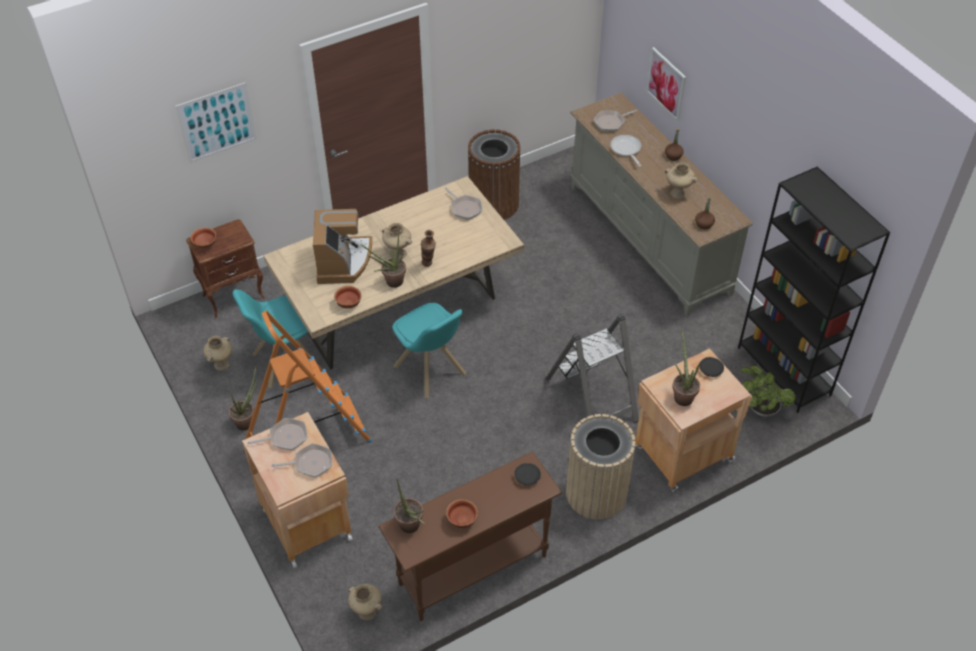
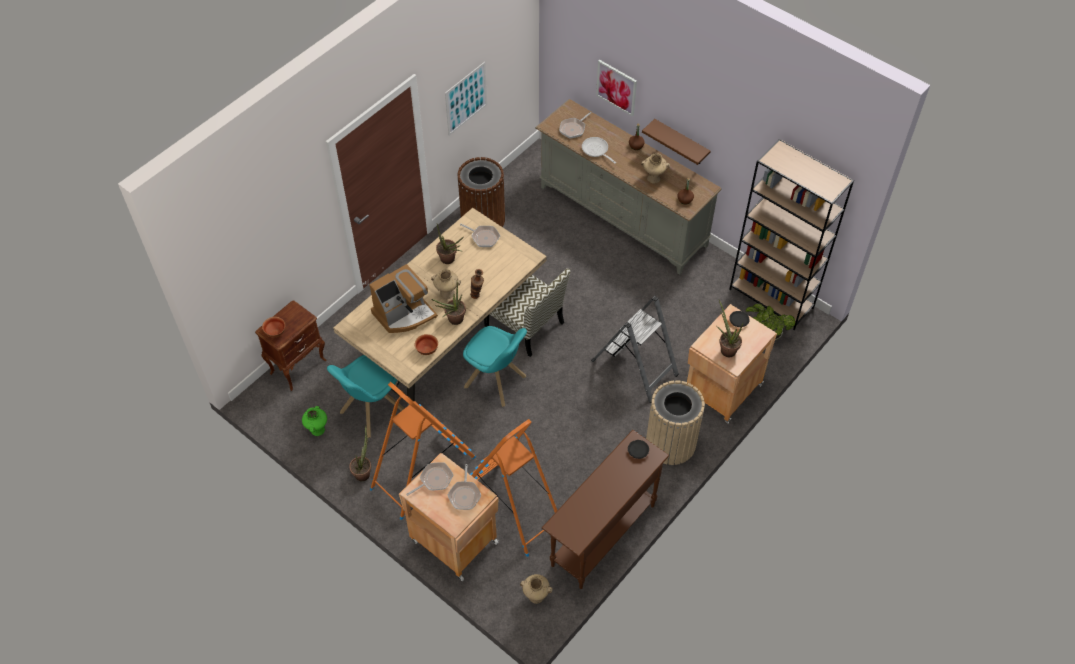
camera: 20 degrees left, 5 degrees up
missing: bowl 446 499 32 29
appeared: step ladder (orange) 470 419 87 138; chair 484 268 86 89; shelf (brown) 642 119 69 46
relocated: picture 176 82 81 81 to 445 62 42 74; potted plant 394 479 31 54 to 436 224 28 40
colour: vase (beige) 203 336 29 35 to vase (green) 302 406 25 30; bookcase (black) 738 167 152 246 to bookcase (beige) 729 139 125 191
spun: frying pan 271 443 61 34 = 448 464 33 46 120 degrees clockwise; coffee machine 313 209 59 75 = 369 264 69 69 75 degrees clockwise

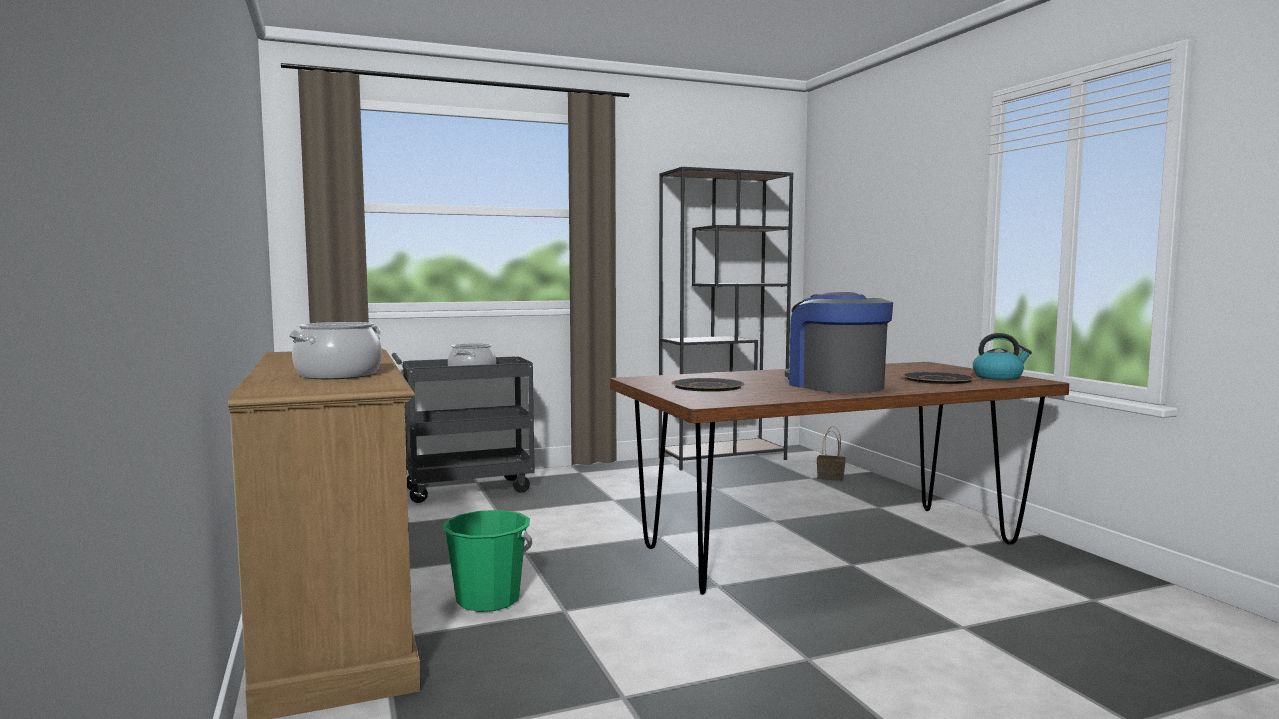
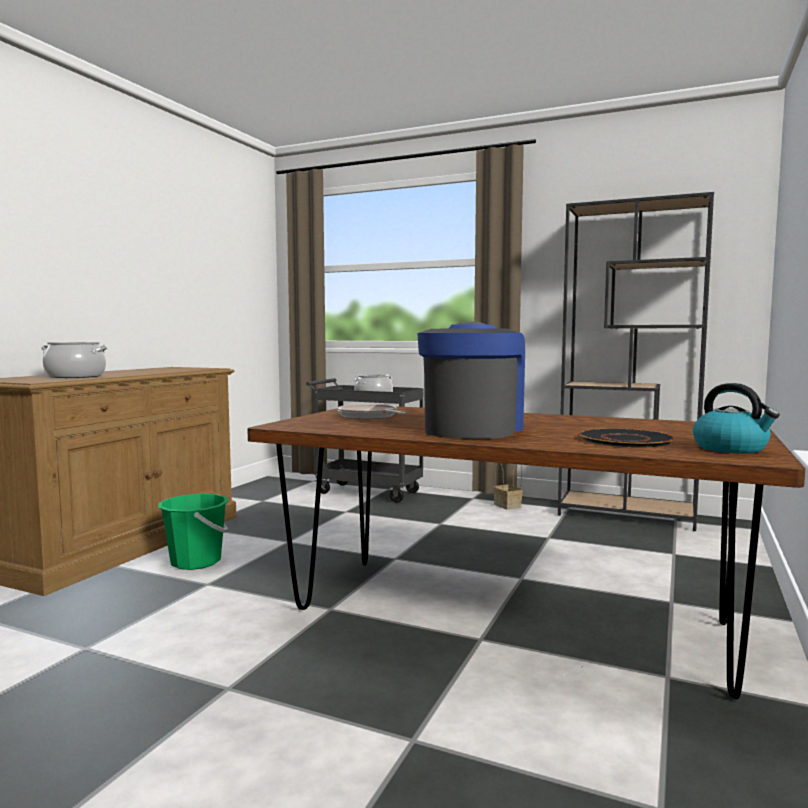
camera: 45 degrees right, 0 degrees up
relocated: basket 817 426 29 55 to 493 463 30 47
exchanged: plate (black) 672 378 72 14 to frying pan 338 404 68 15

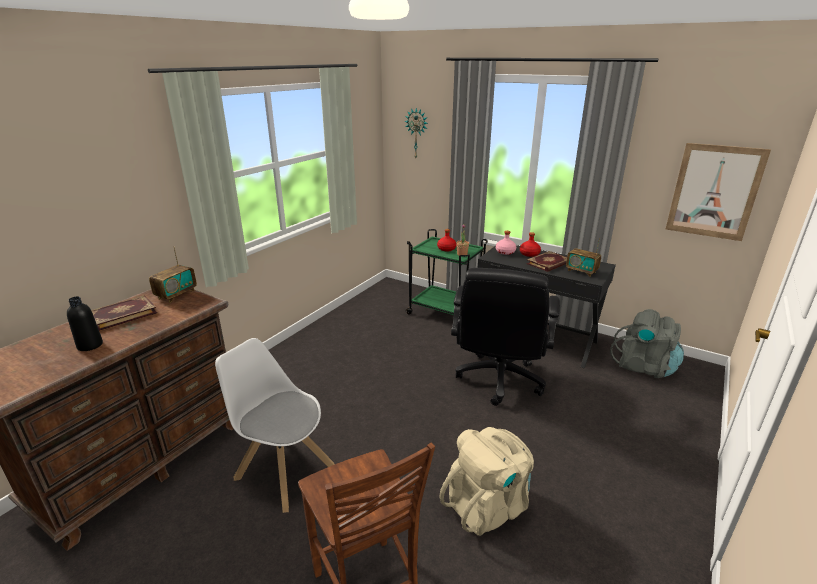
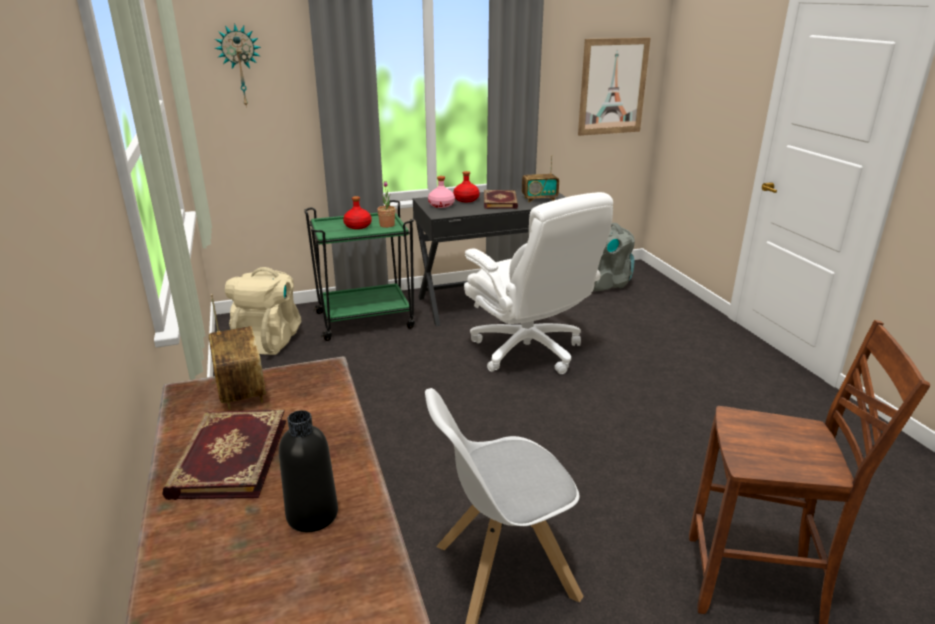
camera: 50 degrees left, 0 degrees up
relocated: backpack (beige) 439 427 95 109 to 225 267 76 88
colour: office chair (black) 451 268 109 138 to office chair (white) 464 192 149 182

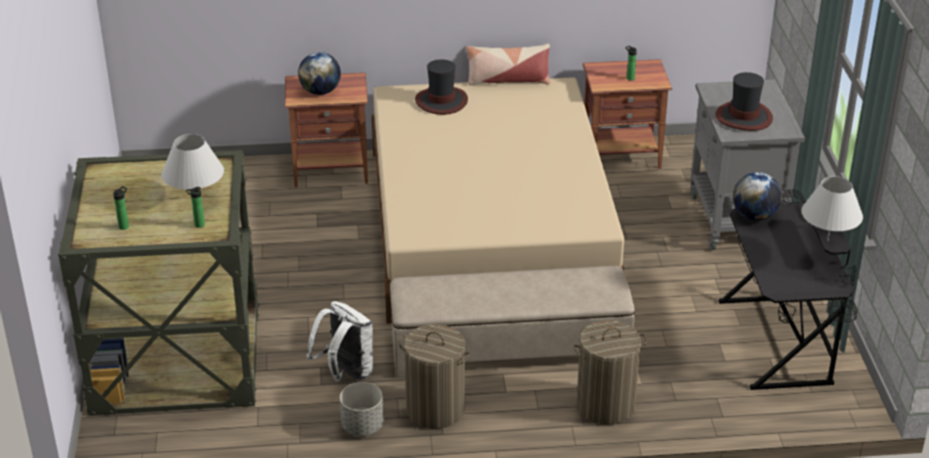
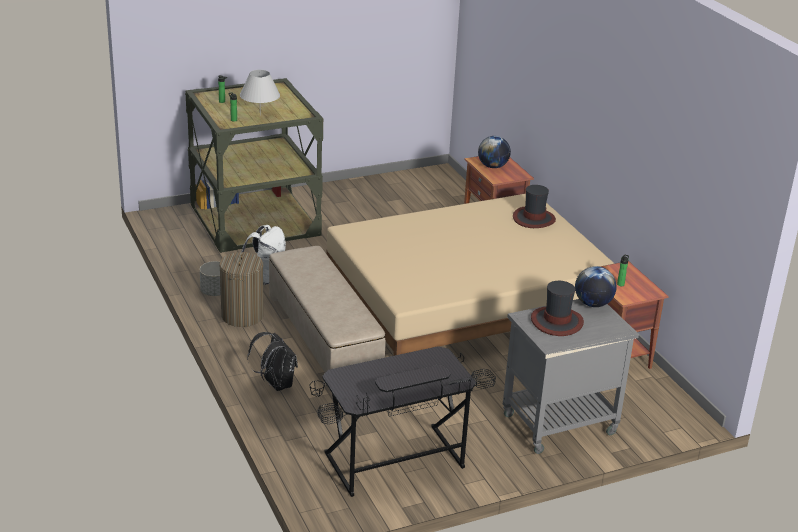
camera: 70 degrees right, 5 degrees down
missing: pillow 466 44 84 41; table lamp (white) 801 176 62 65
relocated: globe 733 172 49 49 to 575 266 42 41
exchanged: laundry basket 574 320 73 105 to backpack (black) 247 332 51 59

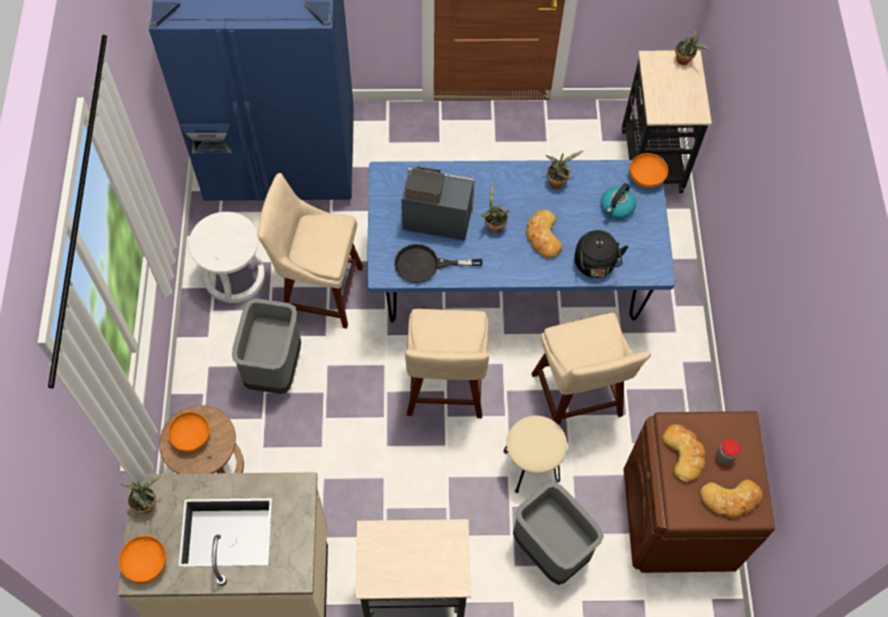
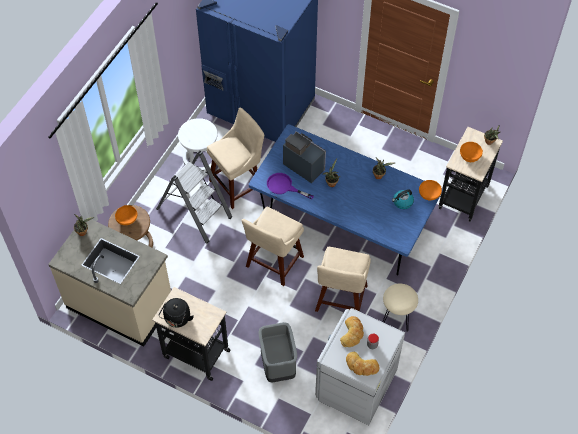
camera: 30 degrees right, 5 degrees down
missing: bread 526 210 36 48
relocated: bowl (orange) 119 535 48 49 to 460 142 23 20; stool (beige) 503 416 64 77 to 383 284 35 48; kettle (black) 574 230 54 48 to 159 298 35 30
exchanged: trash can (grey) 232 298 69 96 to step ladder (grey) 156 150 77 93
colour: frying pan (black) 394 244 89 39 to frying pan (purple) 267 173 47 26; washing machine (brown) 624 411 151 162 to washing machine (white) 315 308 90 117
spun: chair (beige) 257 173 106 156 = 207 108 57 101 105 degrees clockwise

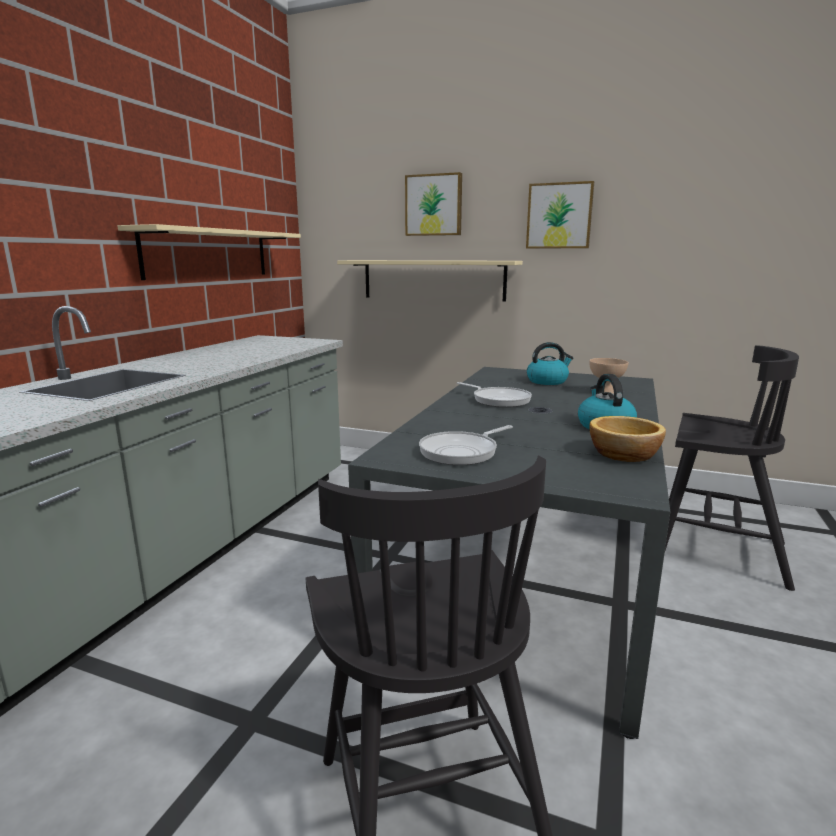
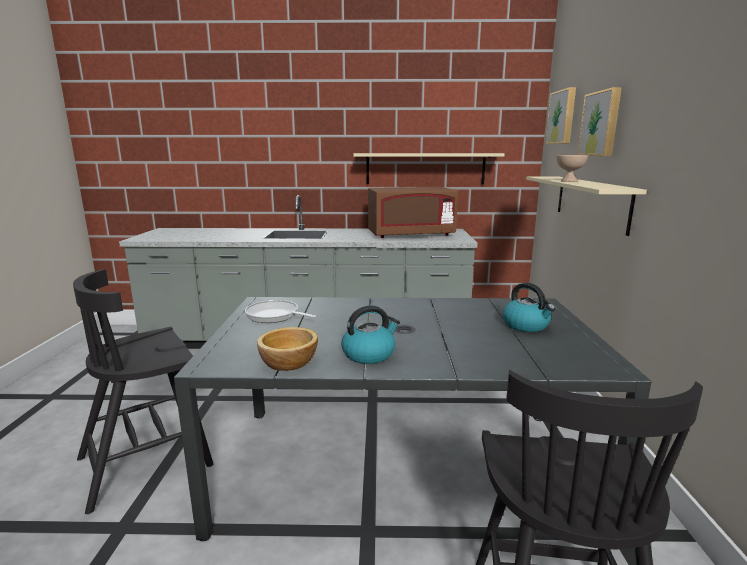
camera: 70 degrees right, 0 degrees up
missing: frying pan 457 382 75 26
appeared: microwave (brown) 368 187 90 51
relocated: picture 526 181 68 68 to 545 87 31 57; bowl (beige) 589 358 40 36 to 556 155 32 27

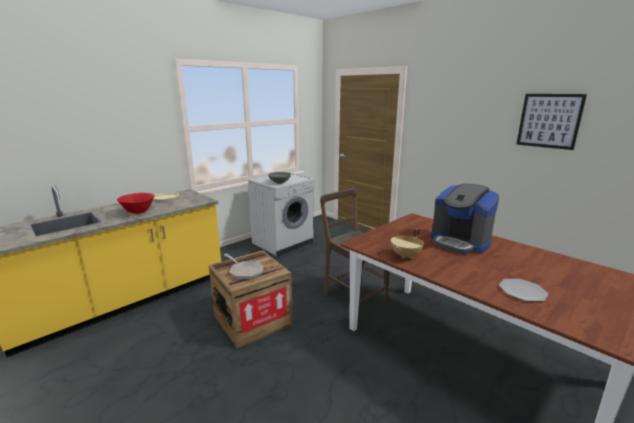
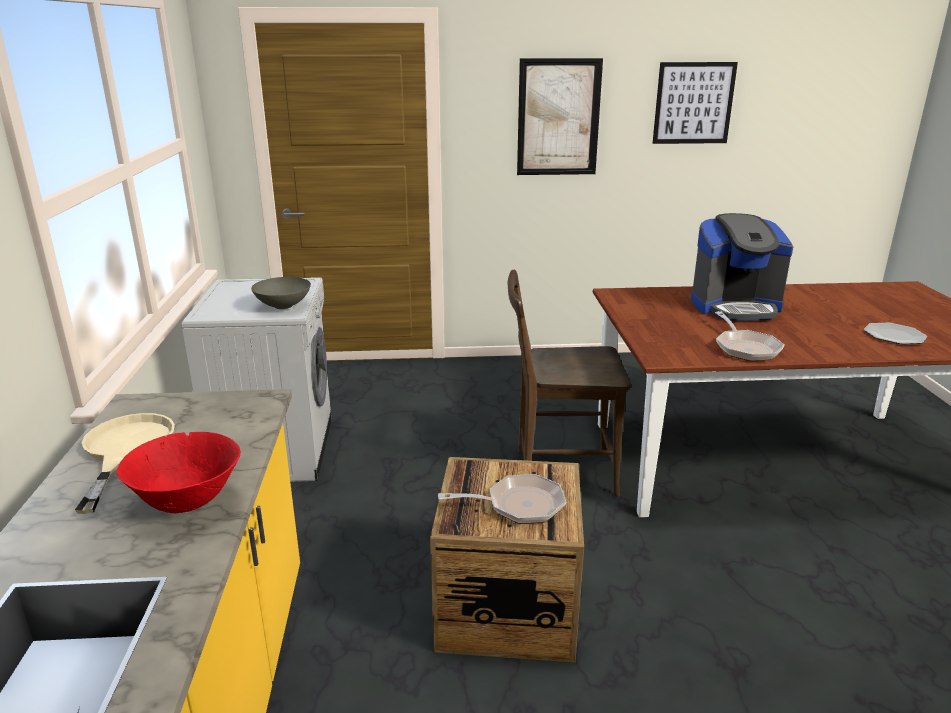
camera: 50 degrees left, 5 degrees up
appeared: picture 517 58 86 117
exchanged: cooking pot (beige) 391 227 33 32 to frying pan 715 311 70 50

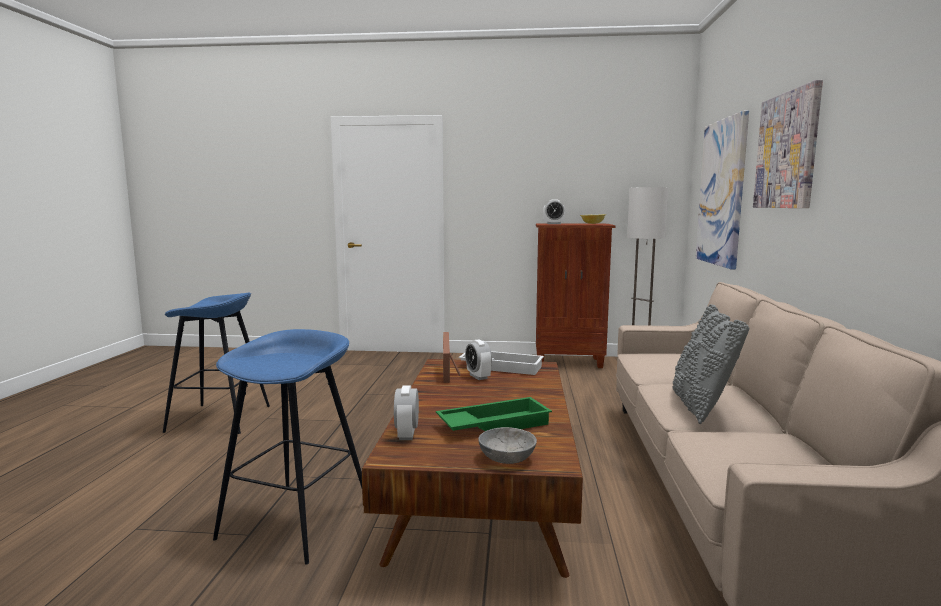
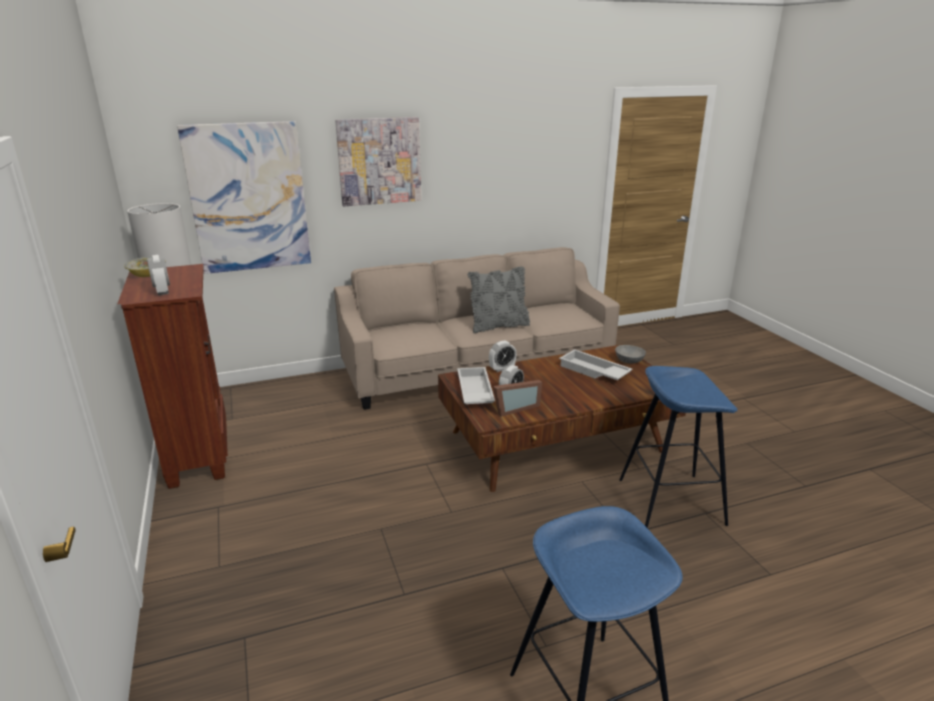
camera: 115 degrees left, 15 degrees up
relocated: alarm clock 394 385 25 55 to 489 341 28 31
colour: tray (green) 436 397 116 34 to tray (white) 559 349 74 31

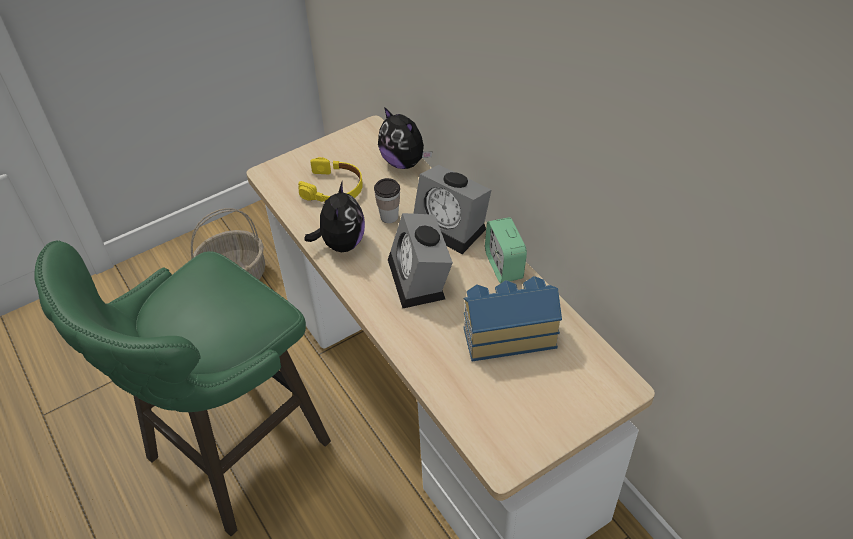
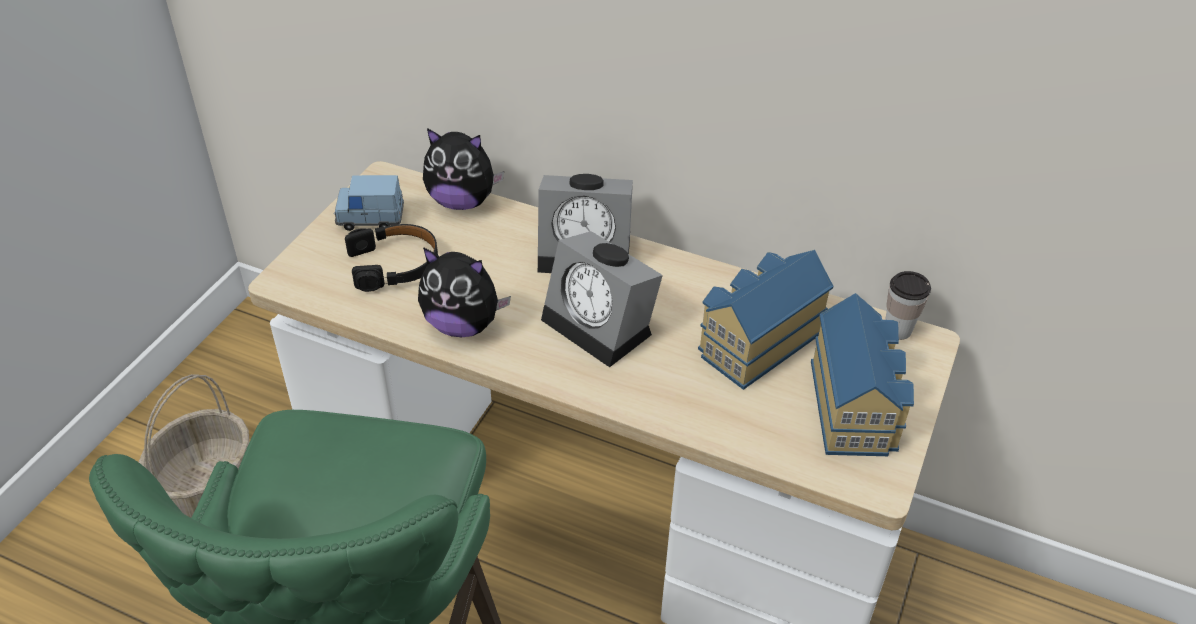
camera: 35 degrees left, 5 degrees down
missing: alarm clock 485 217 42 66
appeared: toy car (blue) 334 175 70 56; toy house 811 293 103 163
relocated: cup 374 178 26 45 to 885 271 46 69
colour: headphones (yellow) 298 157 65 45 to headphones (black) 345 224 93 68
spun: plush toy 305 180 60 72 = 418 247 93 90 135 degrees clockwise

